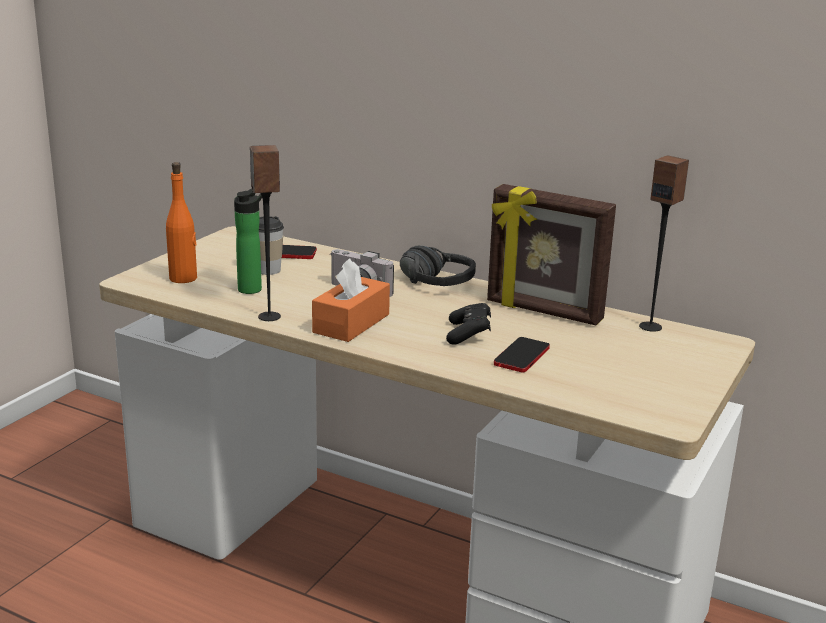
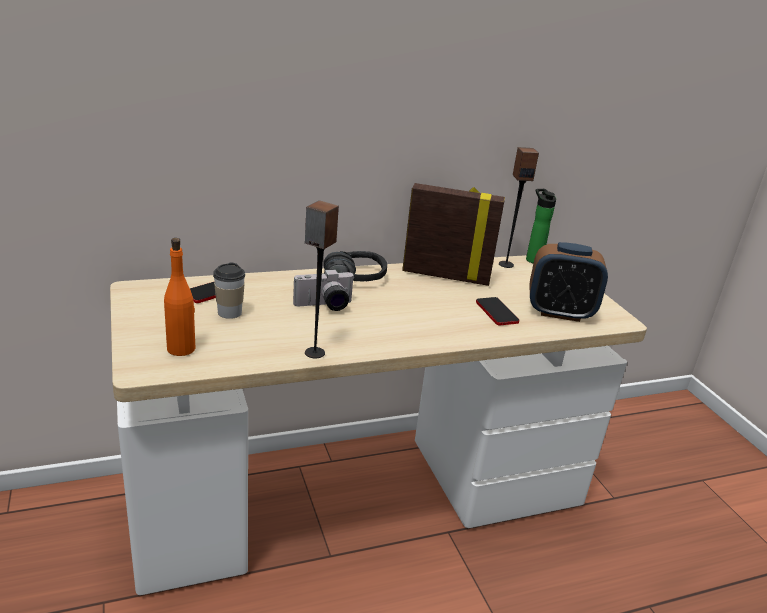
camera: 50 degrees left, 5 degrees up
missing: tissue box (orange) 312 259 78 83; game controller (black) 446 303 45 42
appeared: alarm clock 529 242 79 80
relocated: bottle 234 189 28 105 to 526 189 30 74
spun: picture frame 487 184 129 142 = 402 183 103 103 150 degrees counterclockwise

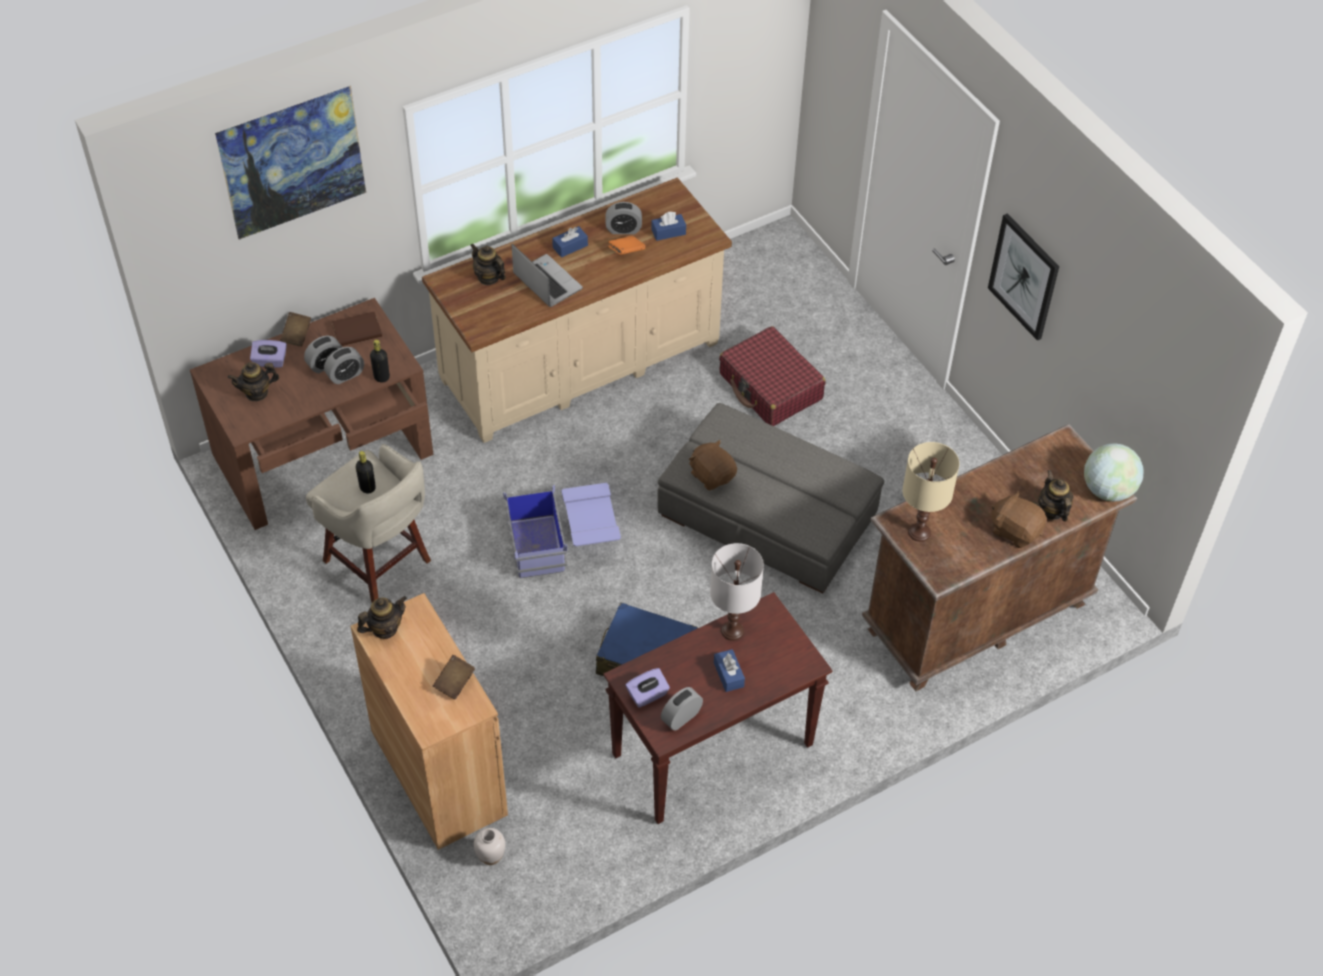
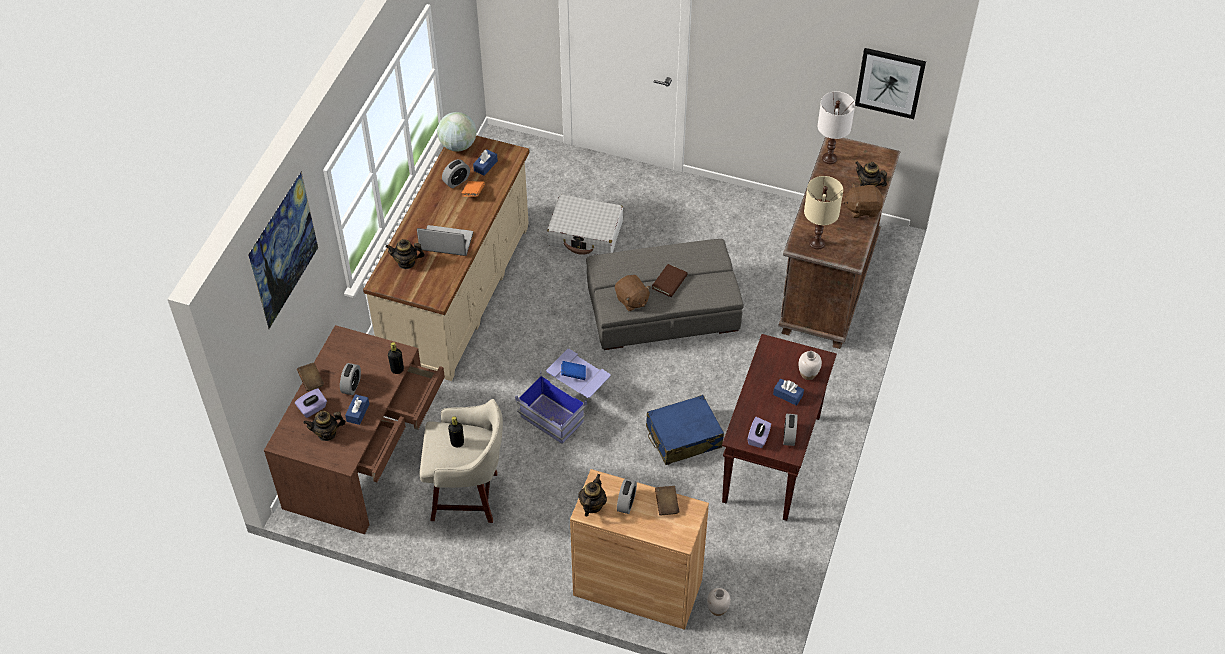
camera: 40 degrees left, 0 degrees up
appeared: book (blue) 561 361 25 19; vase (white) 798 351 24 29
relocated: alarm clock 324 347 40 37 to 617 479 20 35; book (brown) 332 312 50 34 to 652 264 36 33; tissue box (blue) 552 226 36 32 to 345 394 24 31; table lamp (white) 710 543 54 98 to 817 91 38 73; picture 988 214 71 127 to 855 48 71 71; globe 1084 443 59 59 to 437 112 40 39
colour: suitcase (red) 719 326 106 100 to suitcase (white) 547 194 76 61
spun: teapot 228 362 51 39 = 303 411 43 30 45 degrees clockwise; plush toy (brown) 689 440 48 50 = 615 275 36 36 135 degrees counterclockwise

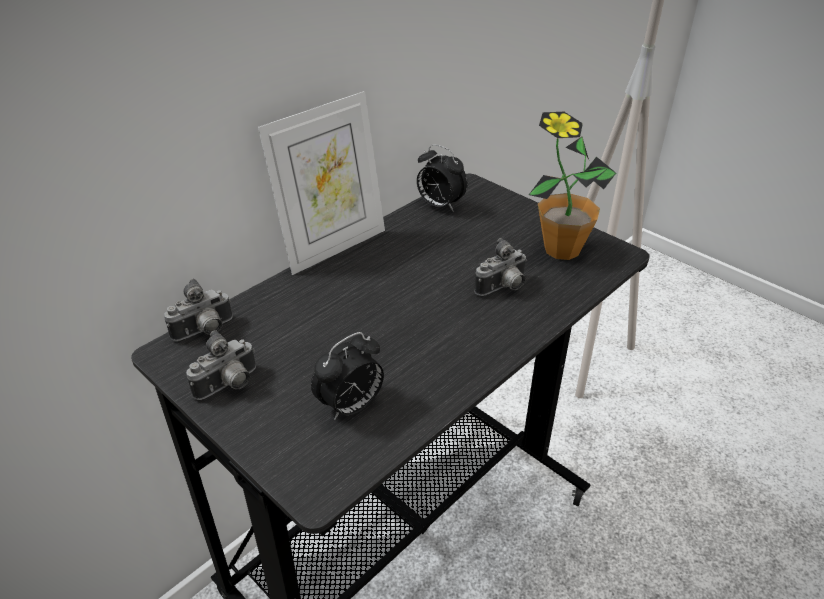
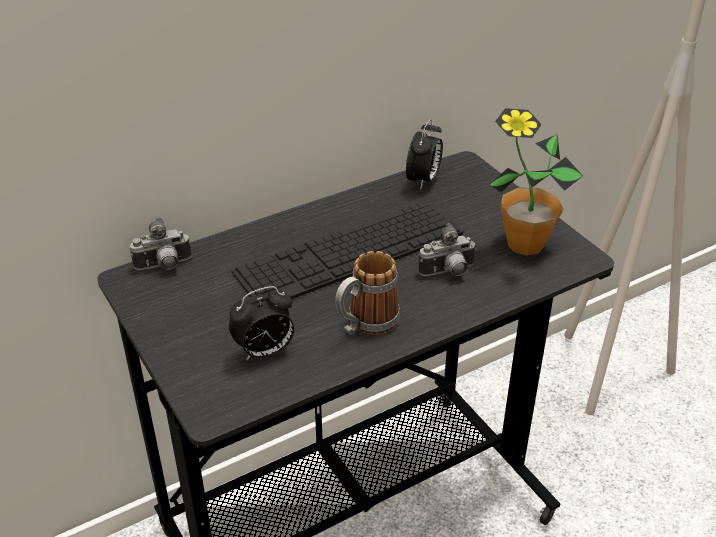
camera: 15 degrees right, 0 degrees up
missing: photo camera 186 330 70 70; picture frame 258 91 127 184
appeared: keyboard 231 200 232 99; mug 335 251 65 84
spun: alarm clock 417 144 51 67 = 406 119 37 71 120 degrees counterclockwise

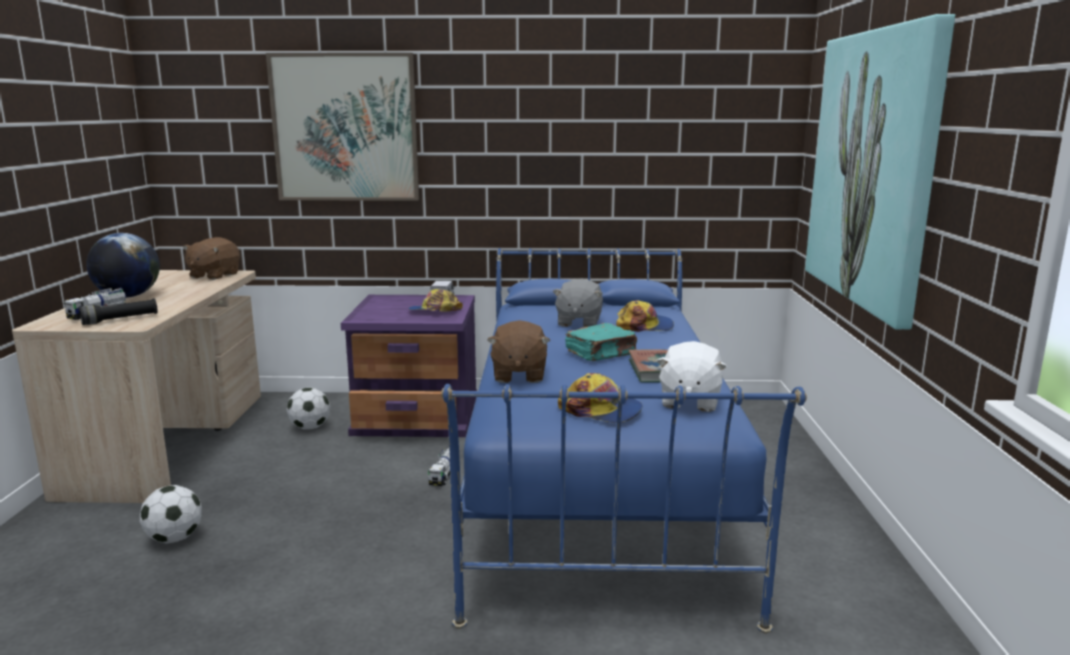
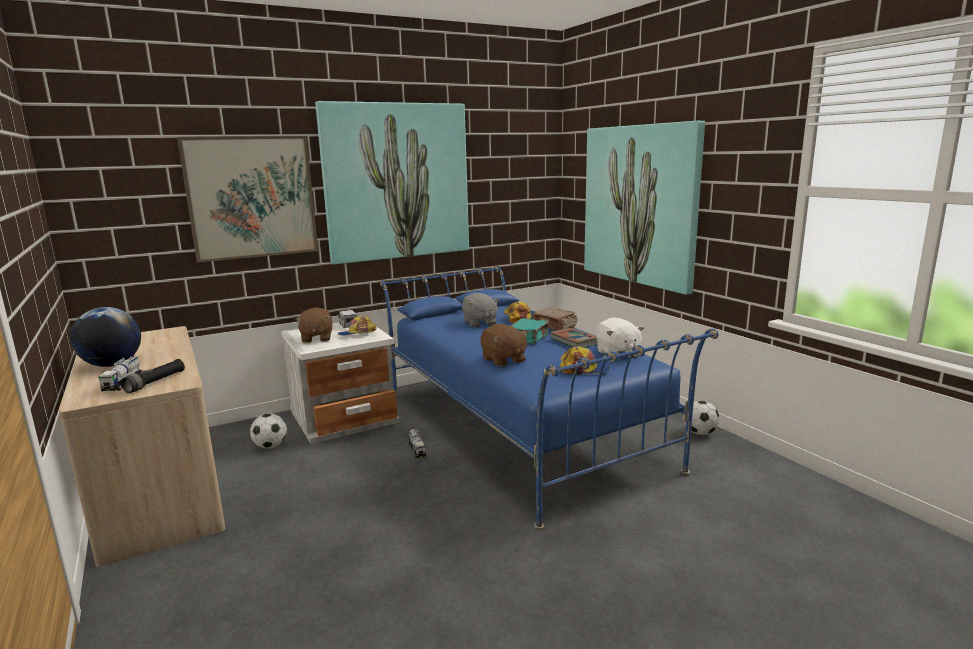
camera: 30 degrees left, 0 degrees up
appeared: picture 315 101 154 163; book (brown) 532 308 45 23
relocated: football 140 485 62 59 to 683 400 36 35; plush toy (brown) 183 237 57 43 to 295 307 37 36
colour: nightstand (purple) 341 295 136 142 to nightstand (white) 281 322 118 122

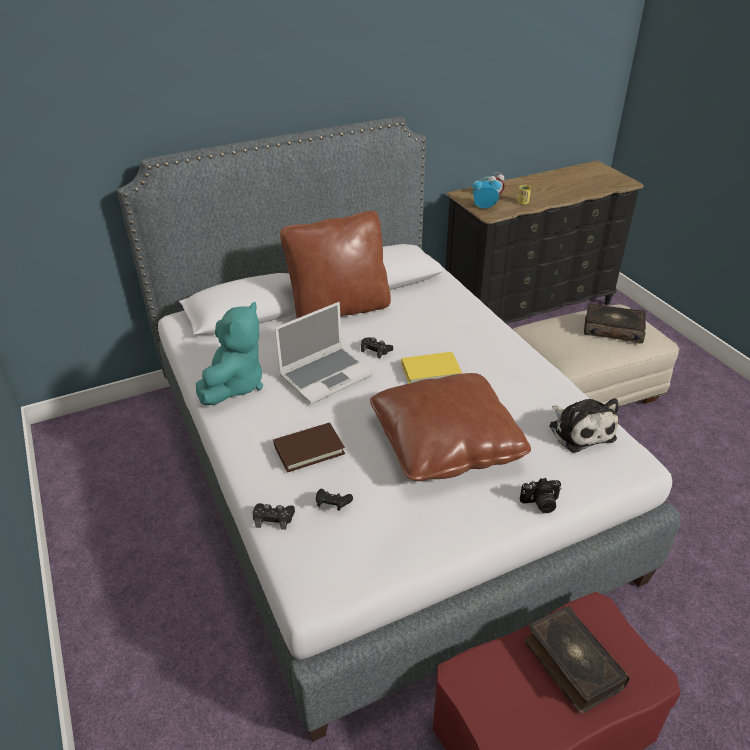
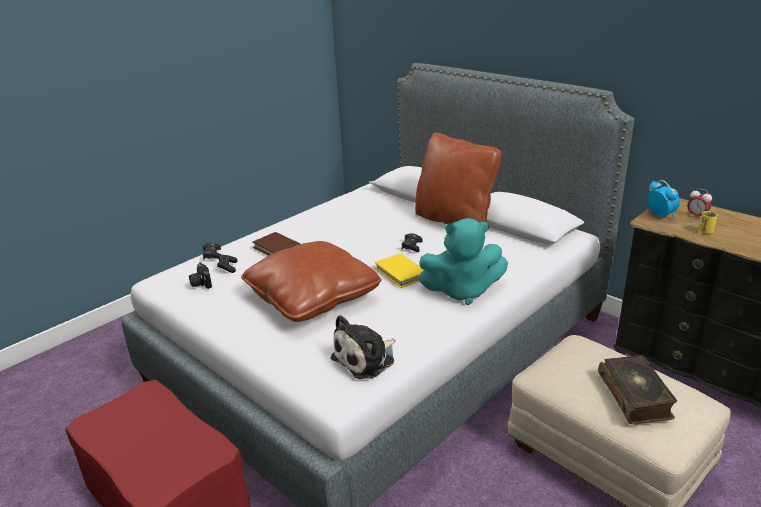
camera: 70 degrees right, 10 degrees down
missing: laptop 275 302 98 102; book 524 606 106 107
relocated: plush toy (turquoise) 196 302 67 104 to 419 218 89 87; photo camera 520 478 42 35 to 189 262 23 27

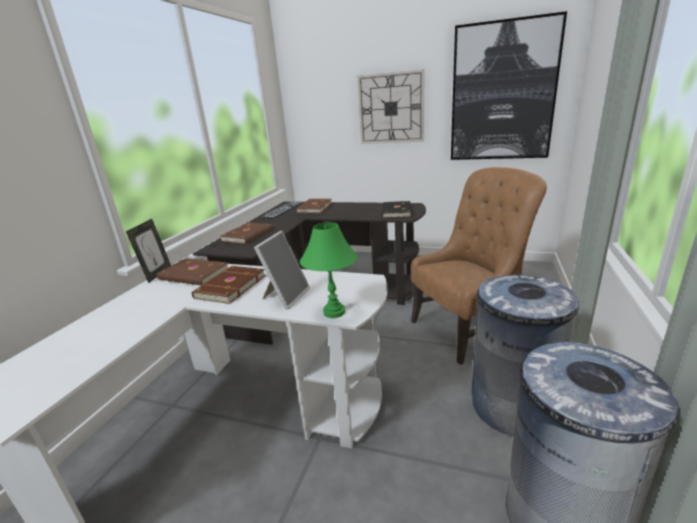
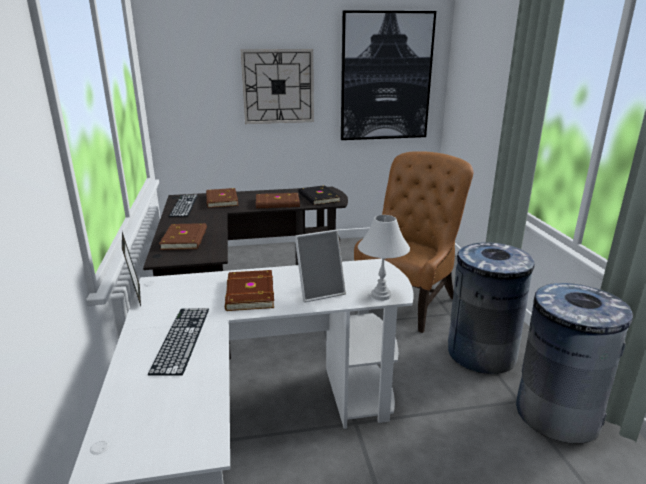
camera: 30 degrees left, 0 degrees up
appeared: keyboard 148 308 61 68
relocated: book (brown) 157 258 71 27 to 256 193 44 15
colour: table lamp (green) 300 222 58 96 to table lamp (white) 358 215 52 86
spun: picture frame 254 231 56 79 = 295 229 51 74 75 degrees clockwise

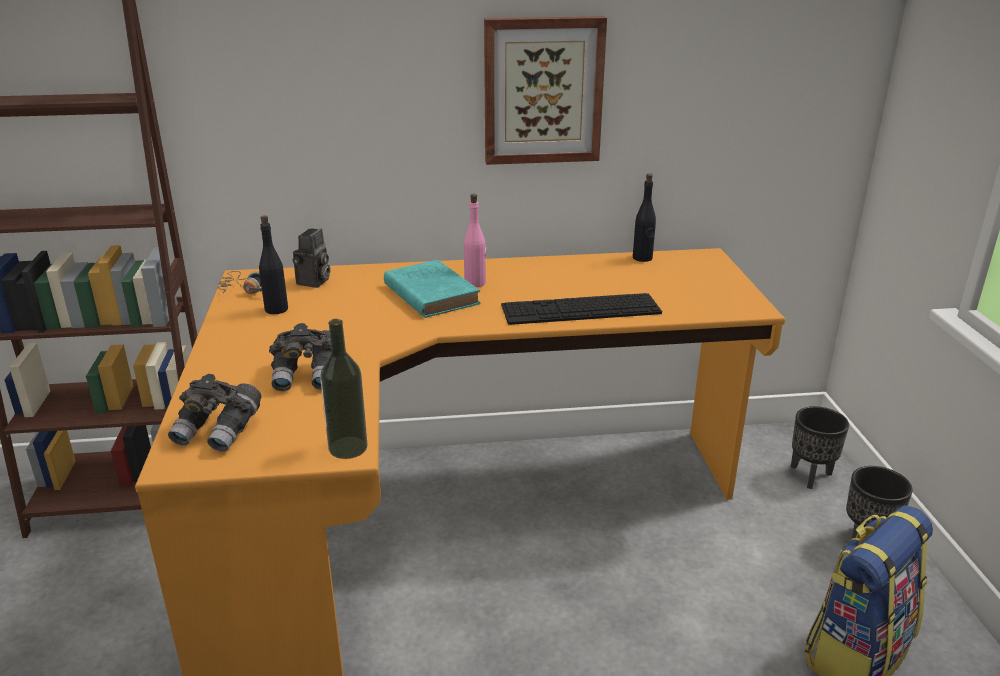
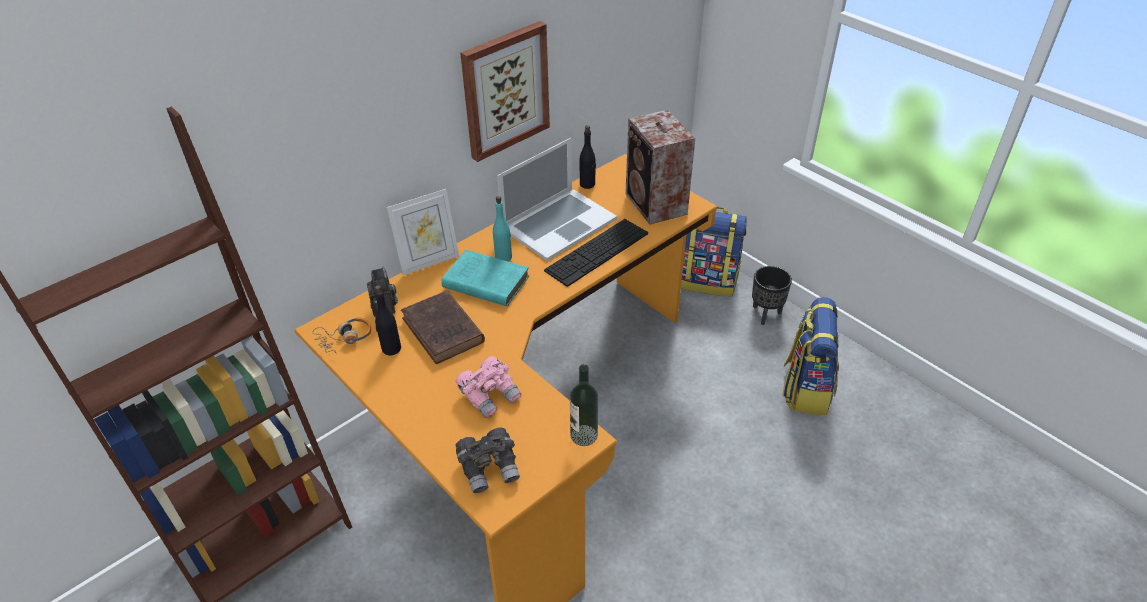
camera: 35 degrees left, 15 degrees up
appeared: picture frame 386 189 73 86; book (brown) 401 290 84 74; laptop 497 138 120 123; speaker 625 110 70 115
exchanged: planter (black) 791 406 58 83 to backpack 681 206 66 90
colour: binoculars (grey) 269 323 62 68 to binoculars (pink) 456 356 66 62; bottle (pink) 464 194 22 93 to bottle (turquoise) 493 196 19 66

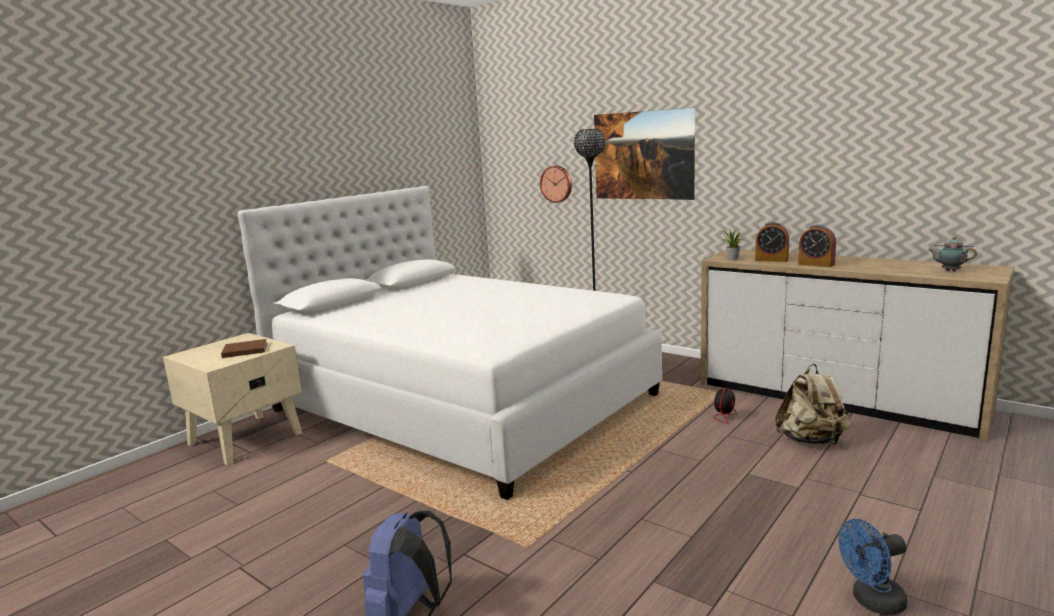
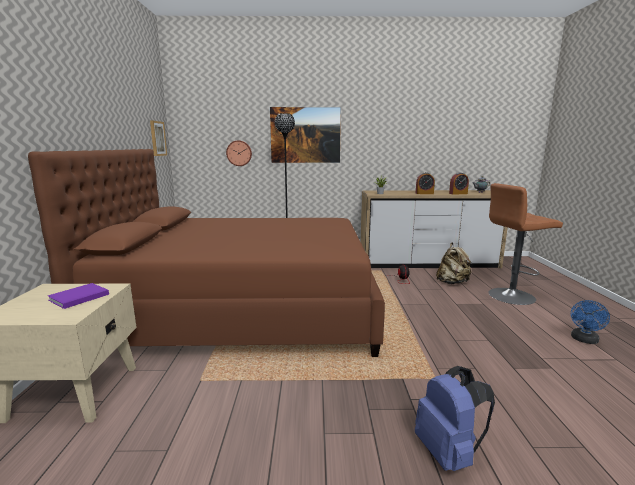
camera: 40 degrees left, 0 degrees up
appeared: picture 150 120 17 36; stool (brown) 488 183 75 122
relocated: alarm clock 755 222 34 40 to 449 173 20 22
colour: book (brown) 221 339 46 19 to book (purple) 48 283 61 26; bed (white) 238 186 425 314 to bed (brown) 28 149 357 208

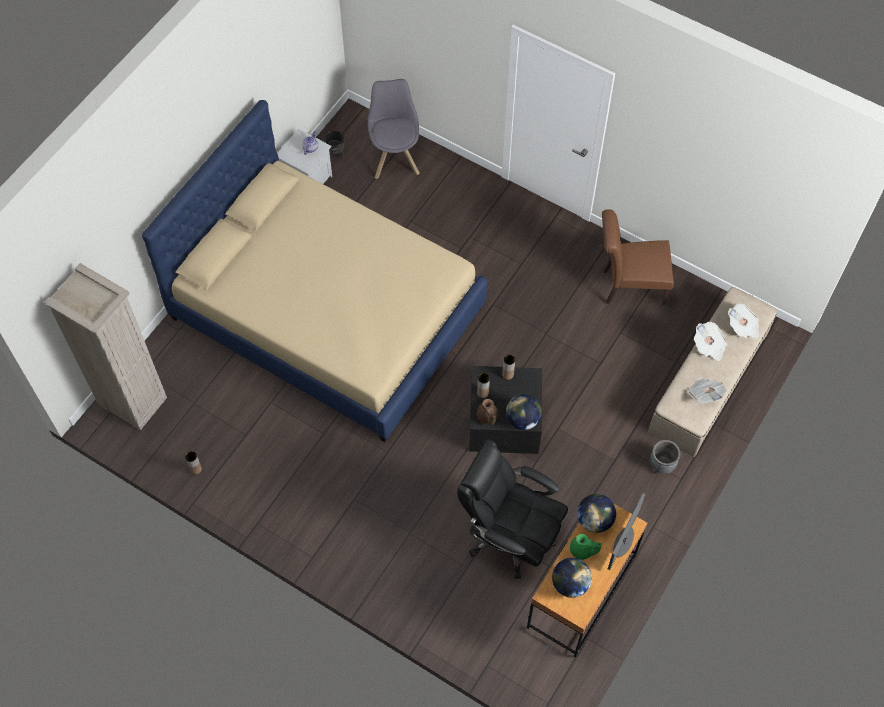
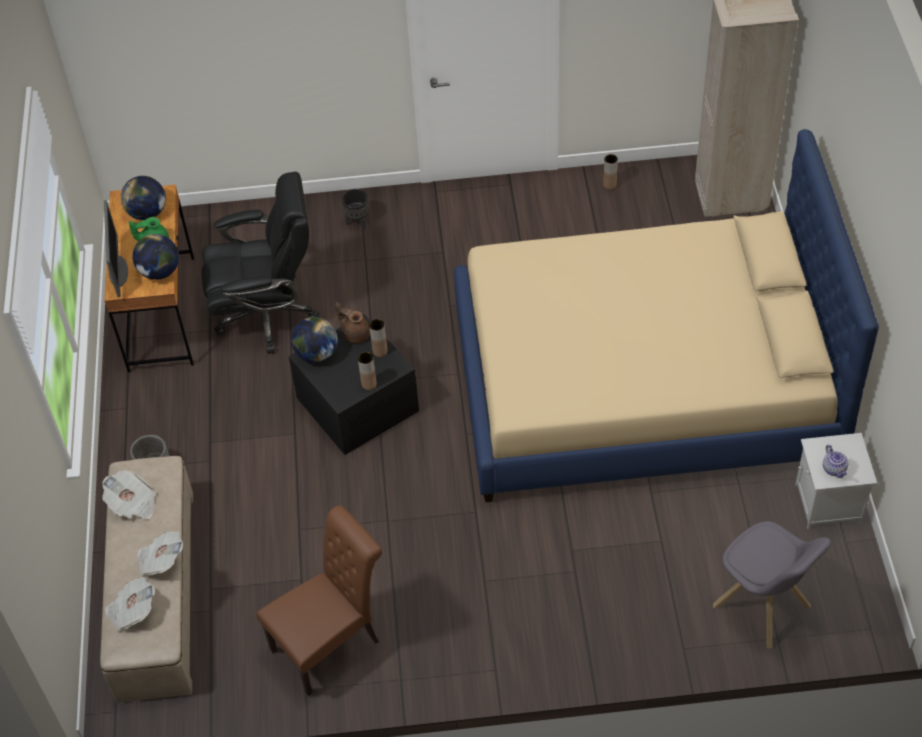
camera: 145 degrees right, 10 degrees down
relocated: planter (black) 324 130 20 29 to 341 189 28 41

